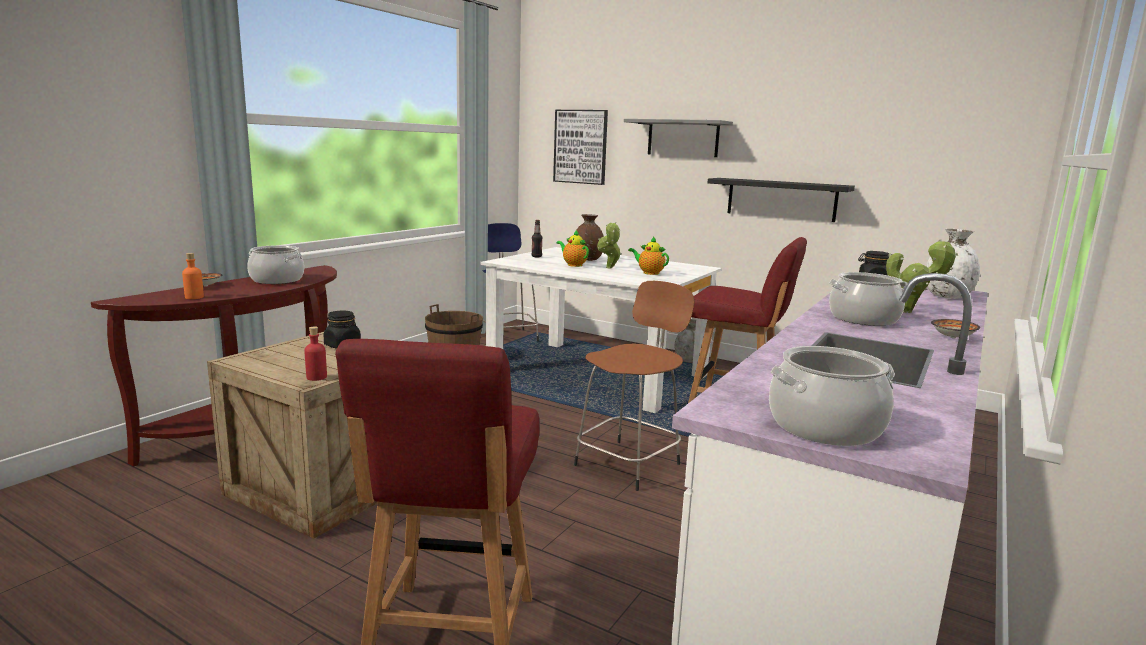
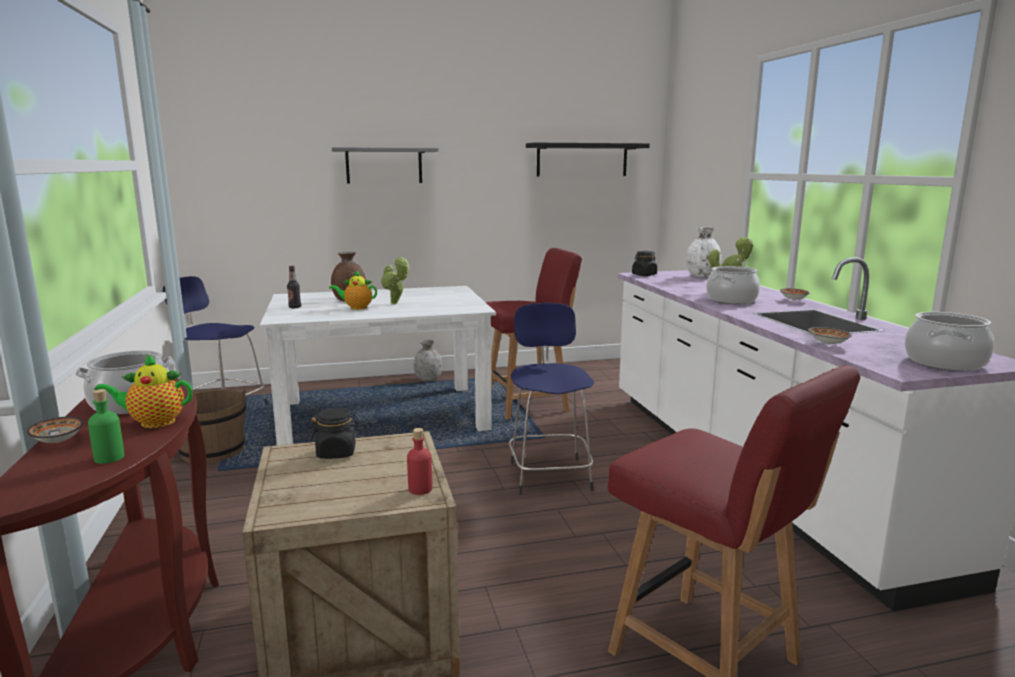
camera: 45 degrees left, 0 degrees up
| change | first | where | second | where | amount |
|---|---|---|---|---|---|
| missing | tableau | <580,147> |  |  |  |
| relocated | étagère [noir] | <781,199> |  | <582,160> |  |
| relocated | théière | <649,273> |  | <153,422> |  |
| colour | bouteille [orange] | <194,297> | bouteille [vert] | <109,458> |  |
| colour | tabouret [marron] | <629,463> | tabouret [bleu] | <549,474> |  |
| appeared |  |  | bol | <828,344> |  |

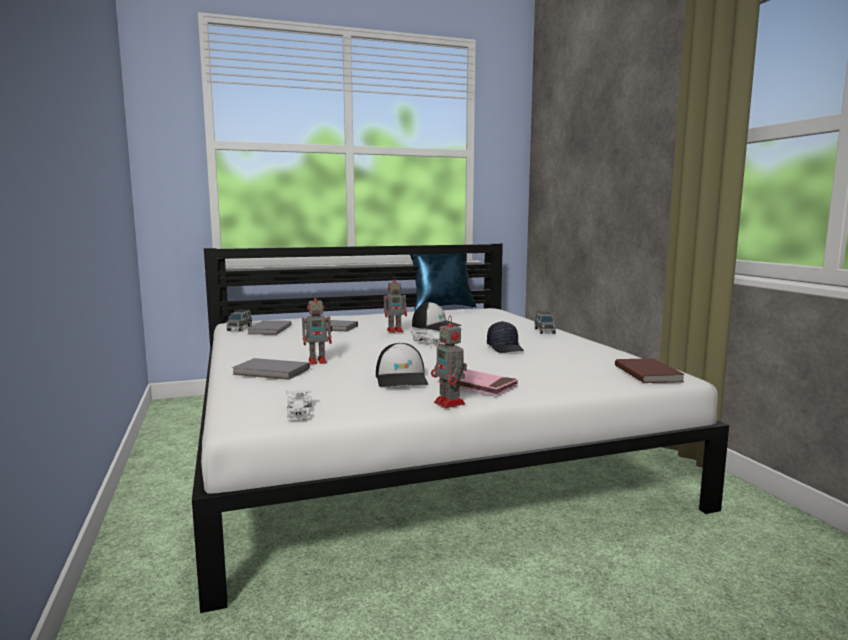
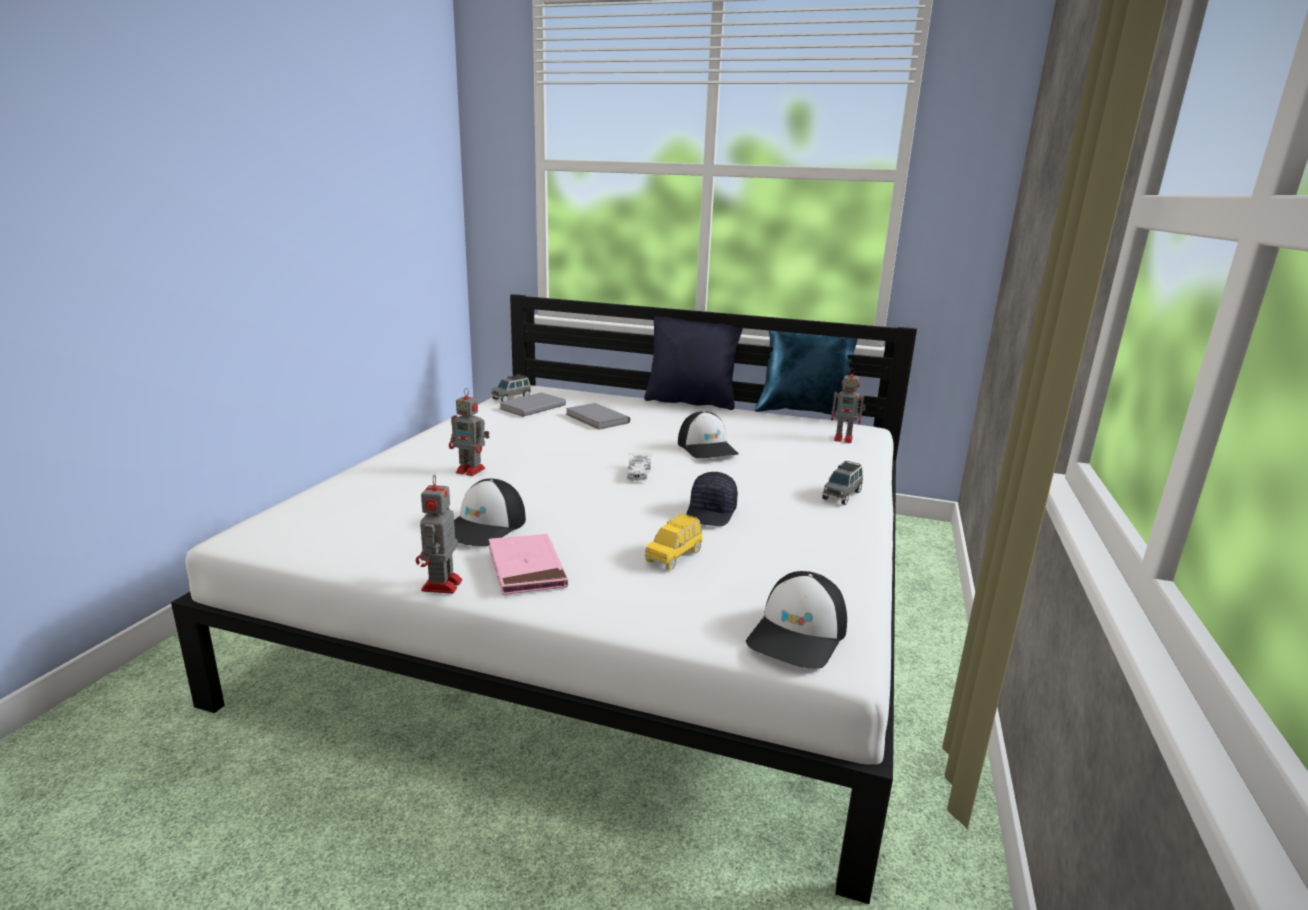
camera: 35 degrees right, 10 degrees up
| change | first | where | second | where | amount |
|---|---|---|---|---|---|
| relocated | robot jouet | <395,331> |  | <844,439> |  |
| missing | livre [gris] | <271,372> |  |  |  |
| exchanged | livre [marron] | <649,373> | casquette | <798,634> |  |
| missing | petite voiture [blanc] | <299,412> |  |  |  |
| appeared |  |  | coussin [noir] | <690,402> |  |
| appeared |  |  | petite voiture [jaune] | <674,556> |  |

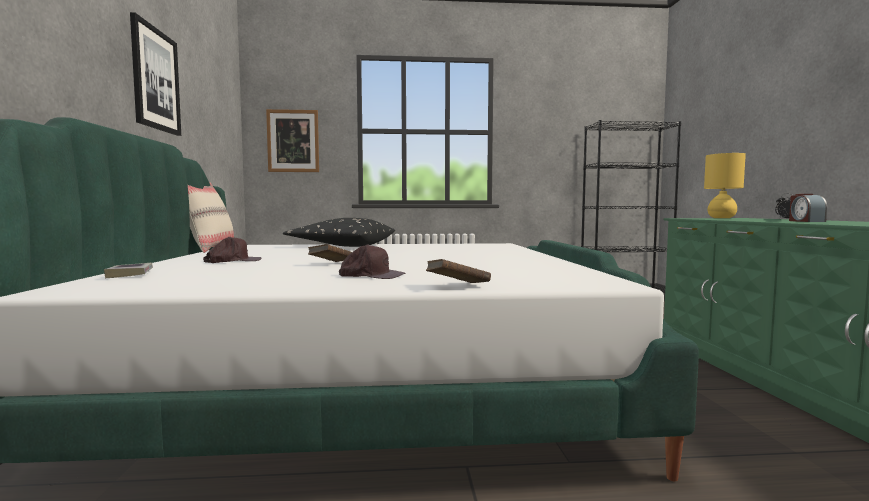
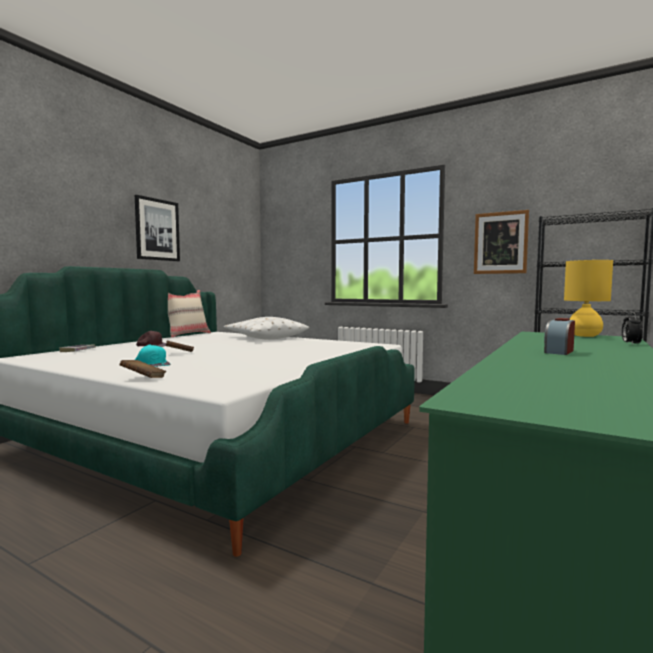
camera: 35 degrees right, 0 degrees up
| change | first | where | second | where | amount |
|---|---|---|---|---|---|
| relocated | tableau | <293,141> |  | <500,243> |  |
| colour | coussin [noir] | <342,246> | coussin [blanc] | <265,337> |  |
| colour | casquette [marron] | <371,275> | casquette [turquoise] | <152,364> |  |

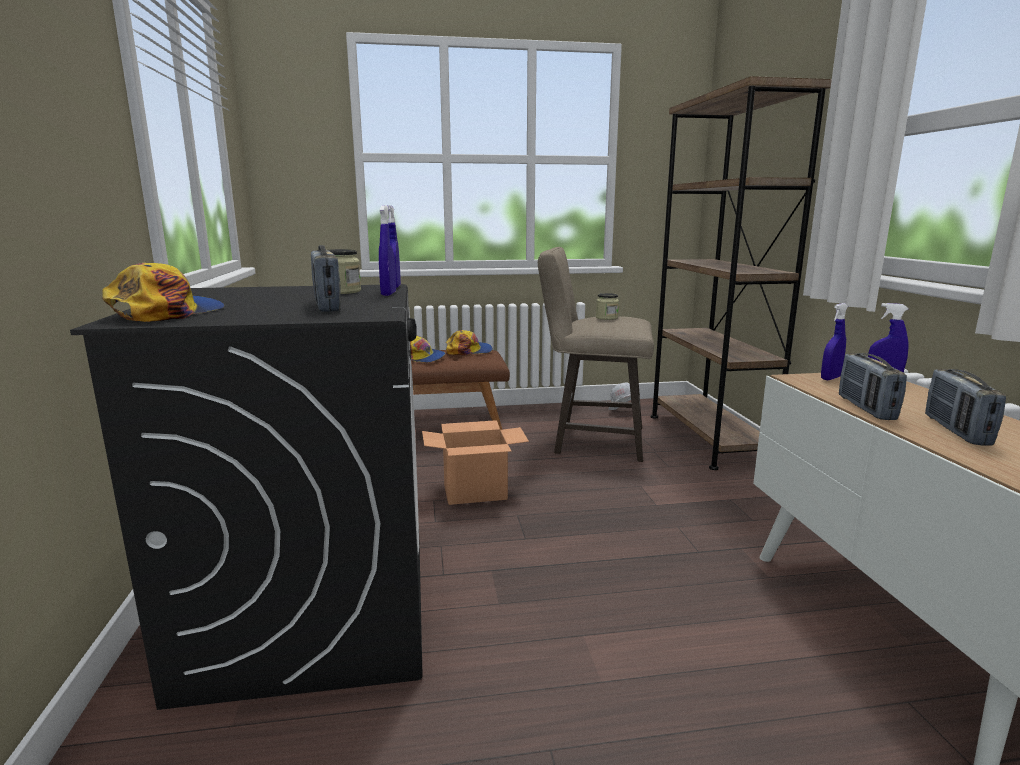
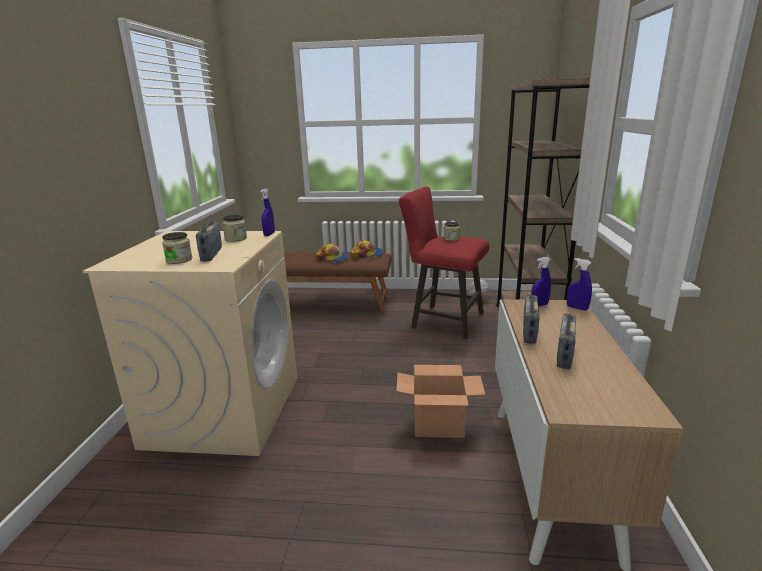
camera: 15 degrees right, 5 degrees up
| change | first | where | second | where | amount |
|---|---|---|---|---|---|
| missing | vaporisateur [bleu] | <388,294> |  |  |  |
| colour | tabouret [beige] | <591,440> | tabouret [rouge] | <442,320> |  |
| missing | casquette | <167,313> |  |  |  |
| colour | lave-linge [noir] | <313,608> | lave-linge [beige] | <224,410> |  |
| relocated | carton | <476,492> |  | <439,425> |  |
| appeared |  |  | bocal | <179,260> |  |

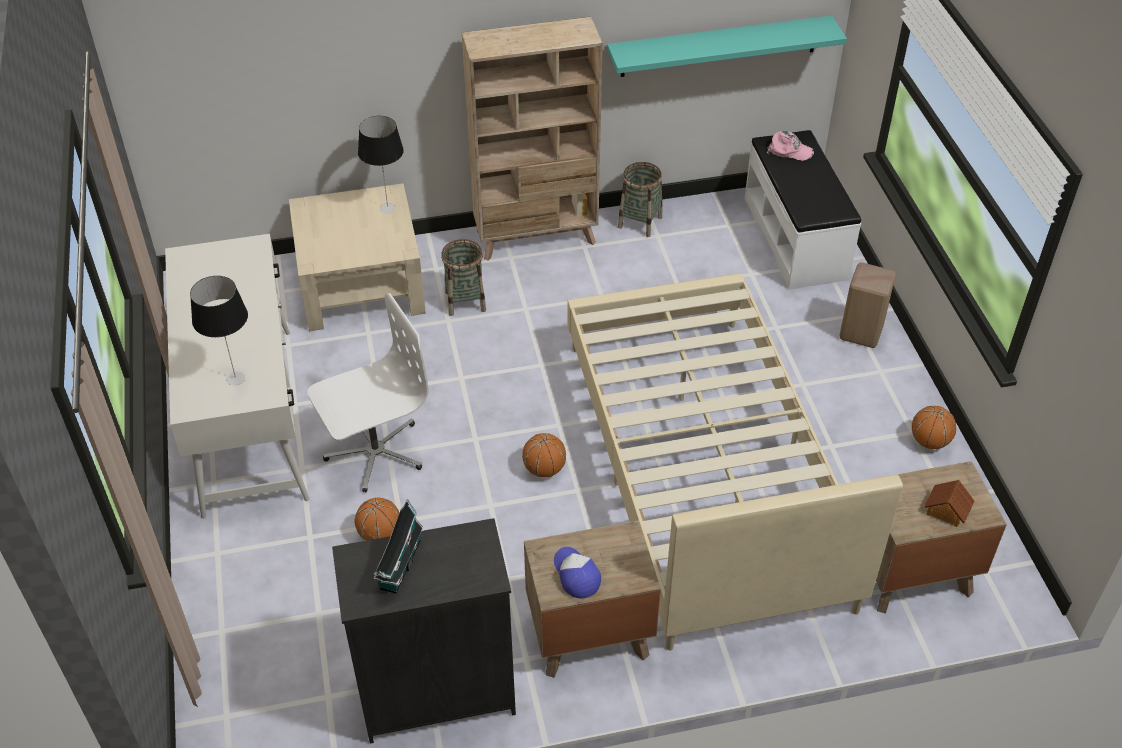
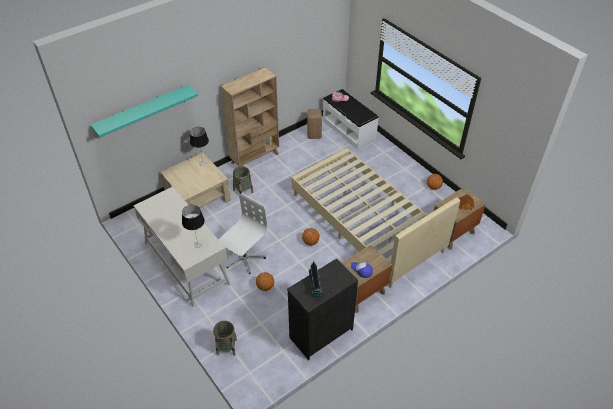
camera: 25 degrees left, 0 degrees up
| change | first | where | second | where | amount |
|---|---|---|---|---|---|
| relocated | étagère [turquoise] | <719,46> |  | <142,111> |  |
| relocated | panier | <640,222> |  | <226,347> |  |
| relocated | tabouret [beige] | <861,333> |  | <314,135> |  |

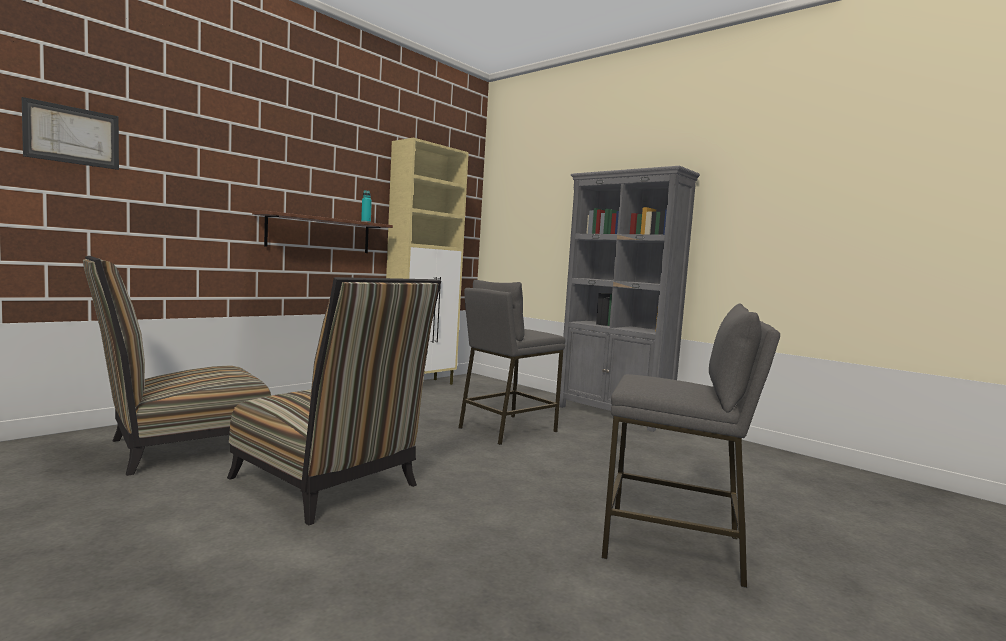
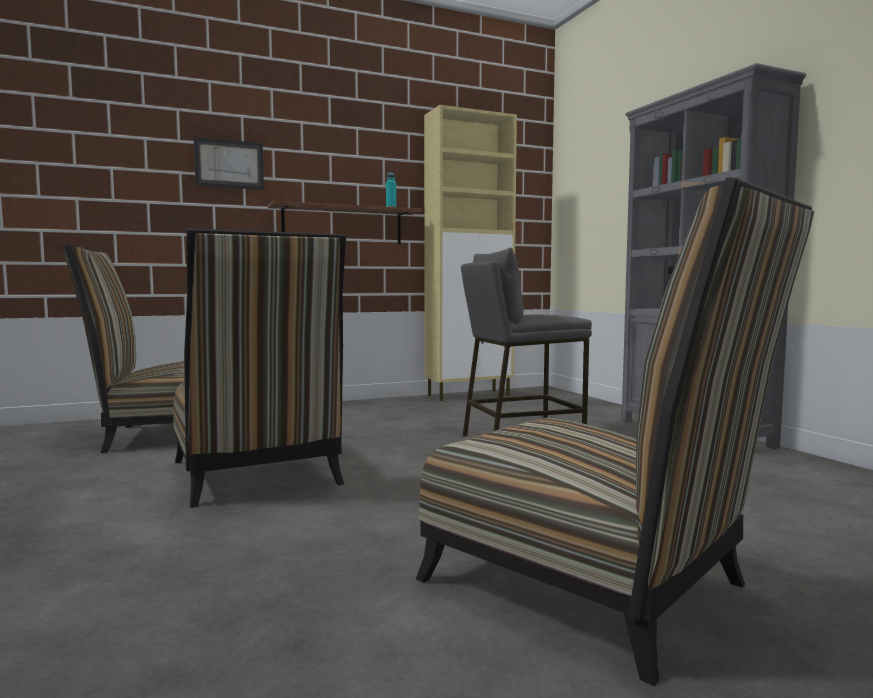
camera: 25 degrees right, 0 degrees up
| change | first | where | second | where | amount |
|---|---|---|---|---|---|
| relocated | tableau | <72,135> |  | <229,164> |  |
| exchanged | tabouret [gris] | <673,547> | chaise | <599,589> |  |

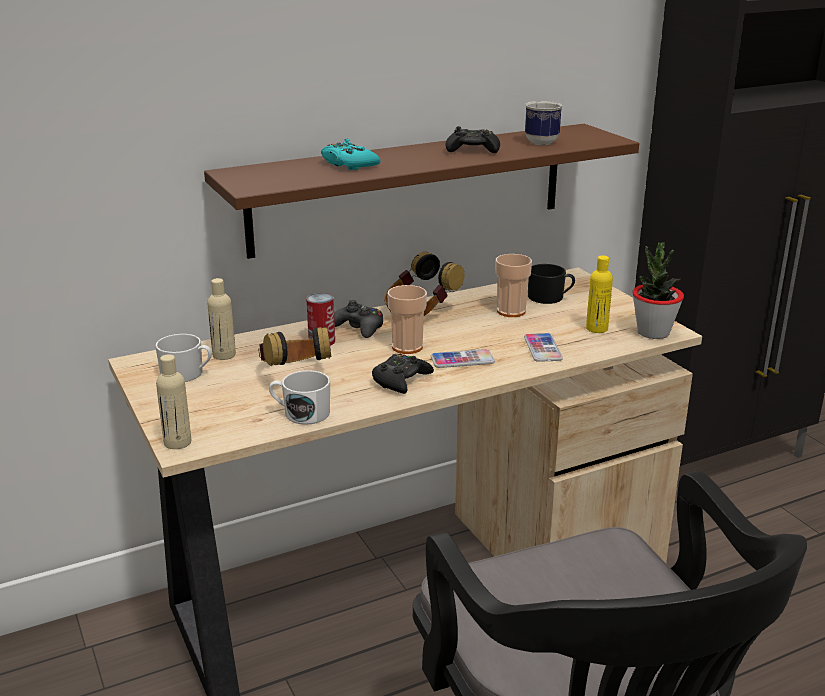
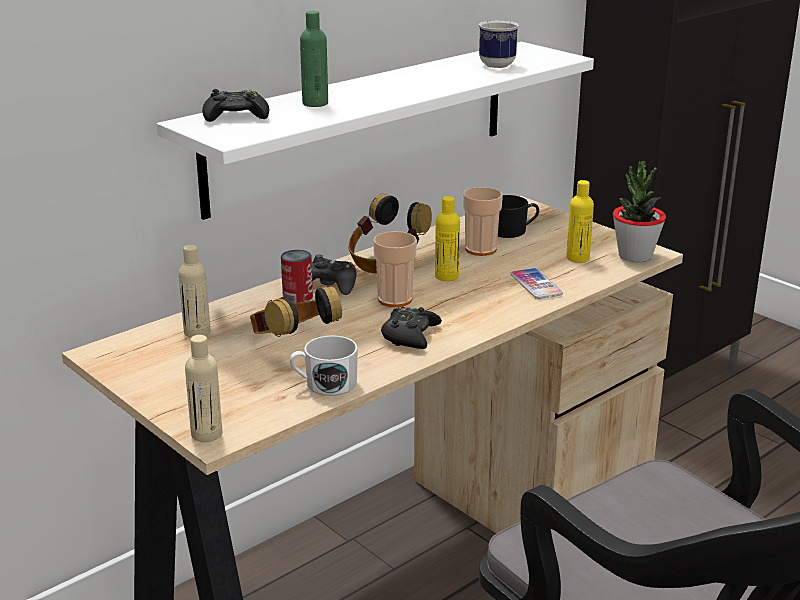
camera: 15 degrees left, 0 degrees up
| change | first | where | second | where | amount |
|---|---|---|---|---|---|
| colour | étagère [marron] | <410,188> | étagère [blanc] | <361,125> |  |
| relocated | manette [noir] | <472,150> |  | <236,116> |  |
| exchanged | manette [turquoise] | <348,164> | bouteille [vert] | <315,103> |  |
| missing | mug [blanc] | <187,374> |  |  |  |
| missing | téléphone | <462,360> |  |  |  |
| appeared |  |  | bouteille [jaune] | <446,276> |  |

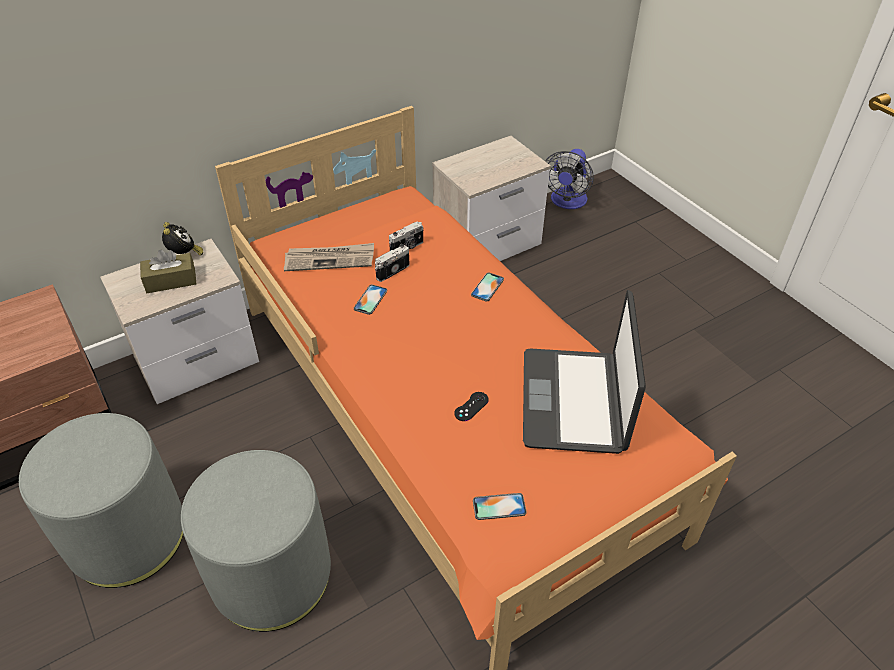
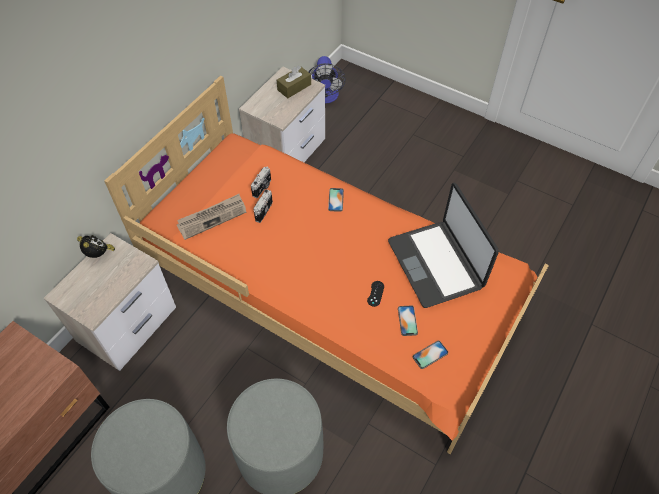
camera: 25 degrees left, 10 degrees up
| change | first | where | second | where | amount |
|---|---|---|---|---|---|
| relocated | boîte à mouchoirs [marron] | <171,281> |  | <294,87> |  |
| relocated | téléphone | <370,300> |  | <407,320> |  |

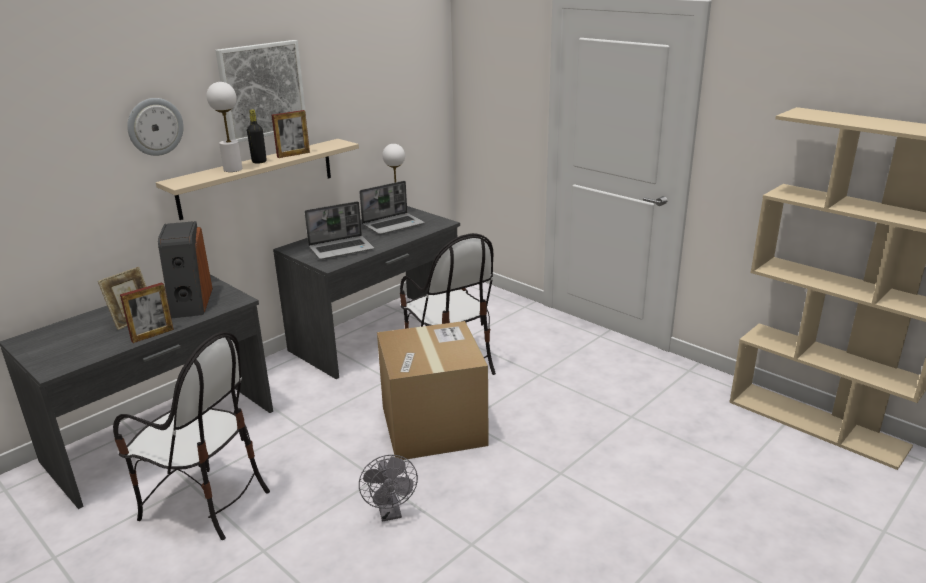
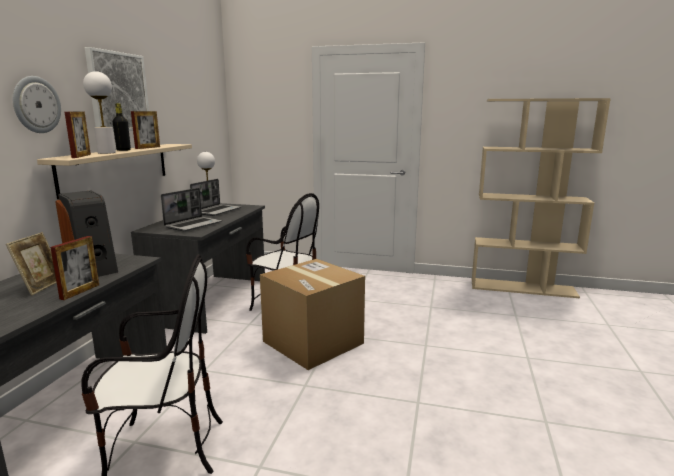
camera: 30 degrees left, 10 degrees down
| change | first | where | second | where | amount |
|---|---|---|---|---|---|
| missing | ventilateur [gris] | <390,513> |  |  |  |
| appeared |  |  | cadre photo | <81,156> |  |

